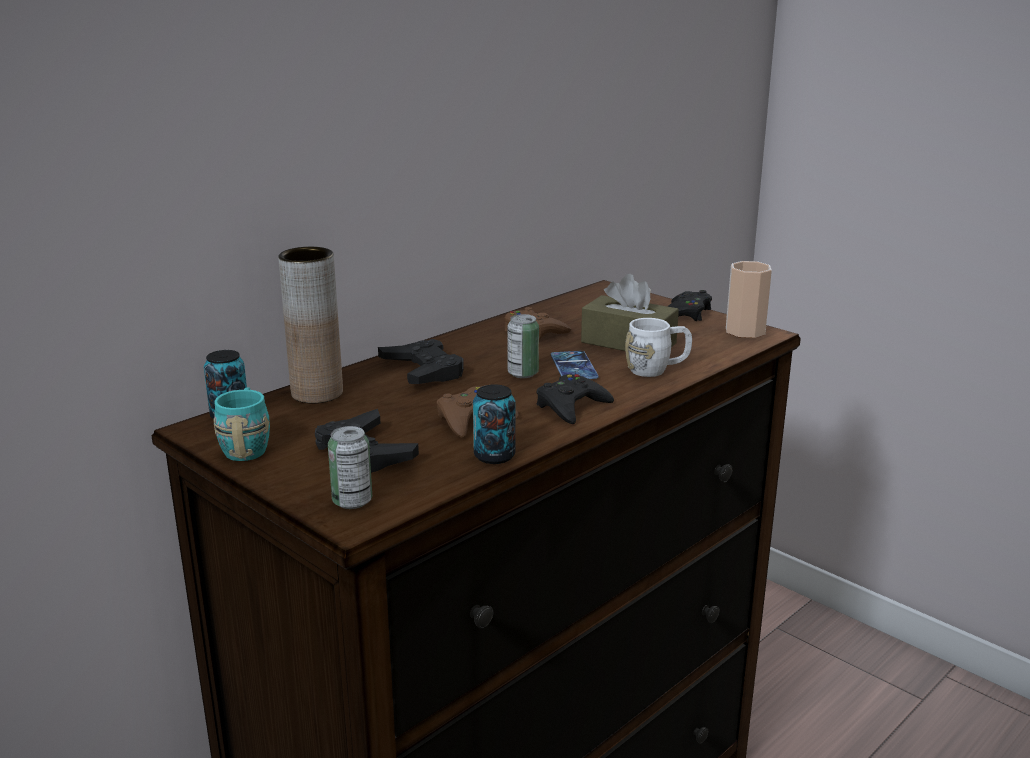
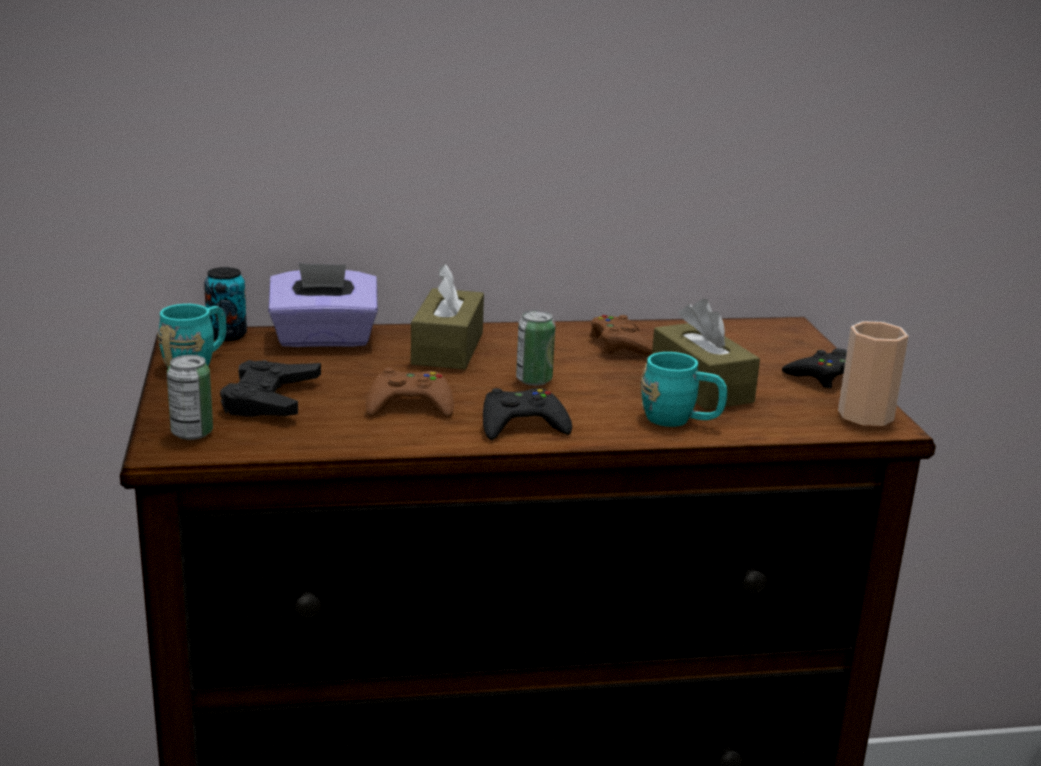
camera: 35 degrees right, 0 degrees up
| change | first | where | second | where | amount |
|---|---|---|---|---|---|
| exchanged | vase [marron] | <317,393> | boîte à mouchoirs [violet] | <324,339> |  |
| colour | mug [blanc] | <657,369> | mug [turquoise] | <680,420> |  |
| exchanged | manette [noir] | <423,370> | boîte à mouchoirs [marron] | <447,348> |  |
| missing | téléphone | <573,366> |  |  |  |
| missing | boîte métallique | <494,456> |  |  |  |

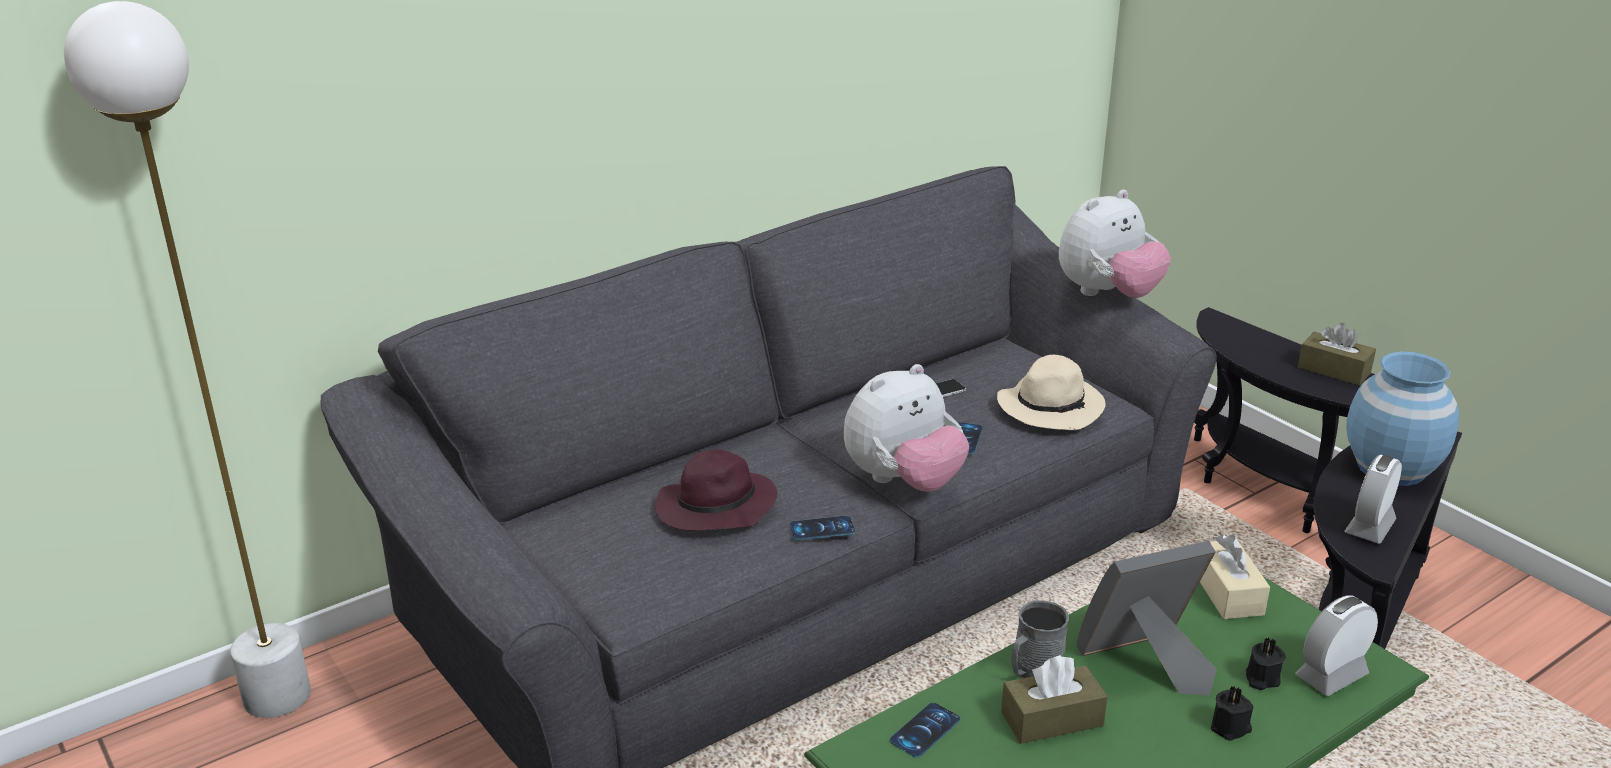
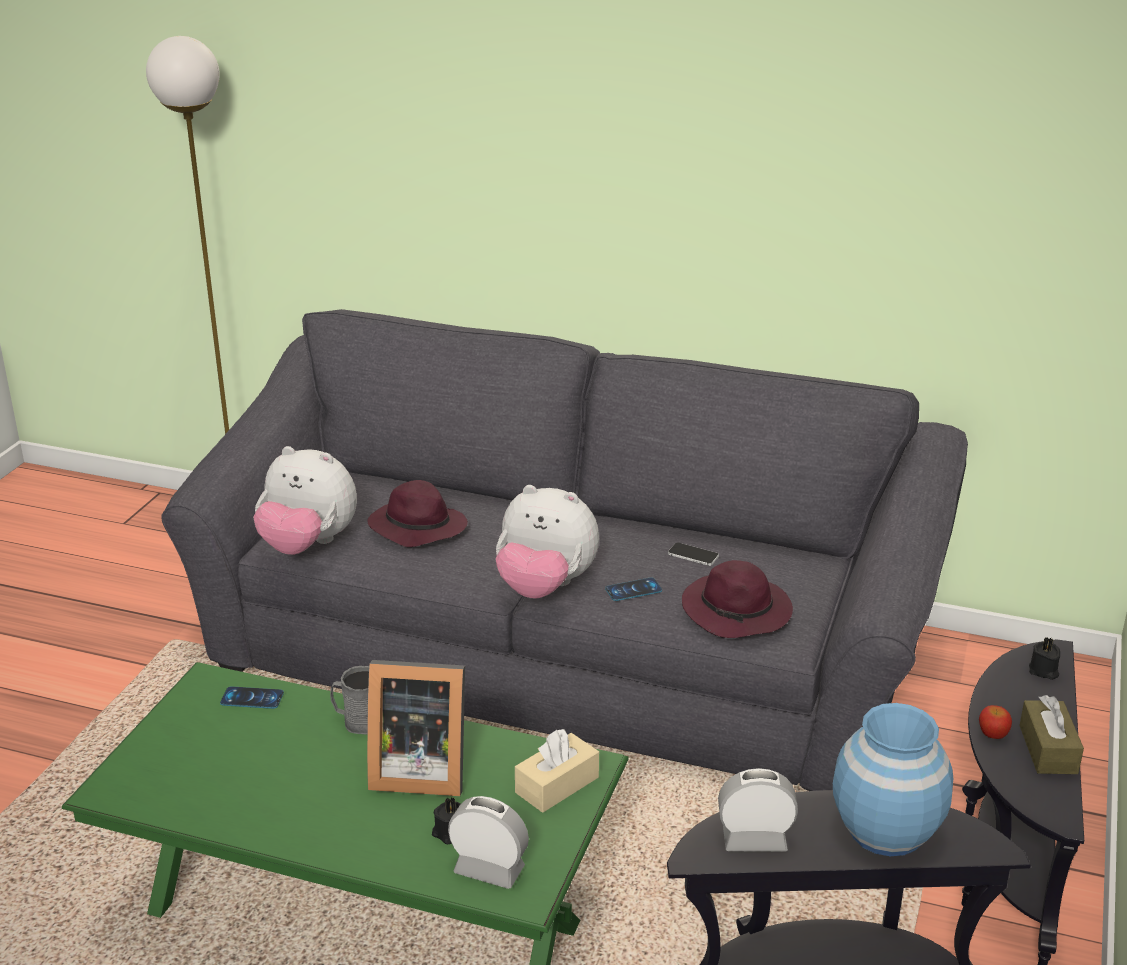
camera: 55 degrees right, 0 degrees up
| change | first | where | second | where | amount |
|---|---|---|---|---|---|
| relocated | peluche | <1108,294> |  | <308,545> |  |
| colour | chapeau [beige] | <1051,407> | chapeau [violet] | <738,612> |  |
| missing | téléphone | <822,529> |  |  |  |
| spun | cadre photo | <1146,663> |  | <417,770> | 150 degrees clockwise |
| missing | boîte à mouchoirs [marron] | <1051,719> |  |  |  |
| relocated | bougie [noir] | <1231,728> |  | <1043,671> |  |
| appeared |  |  | pomme | <992,734> |  |

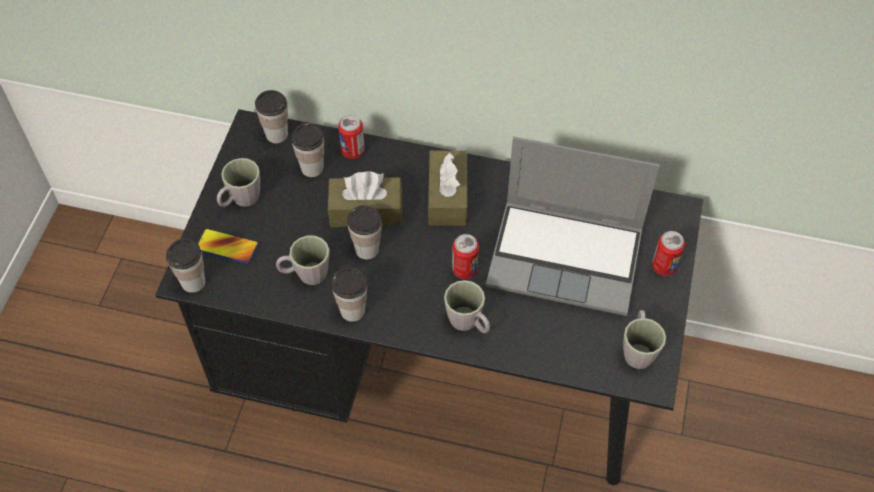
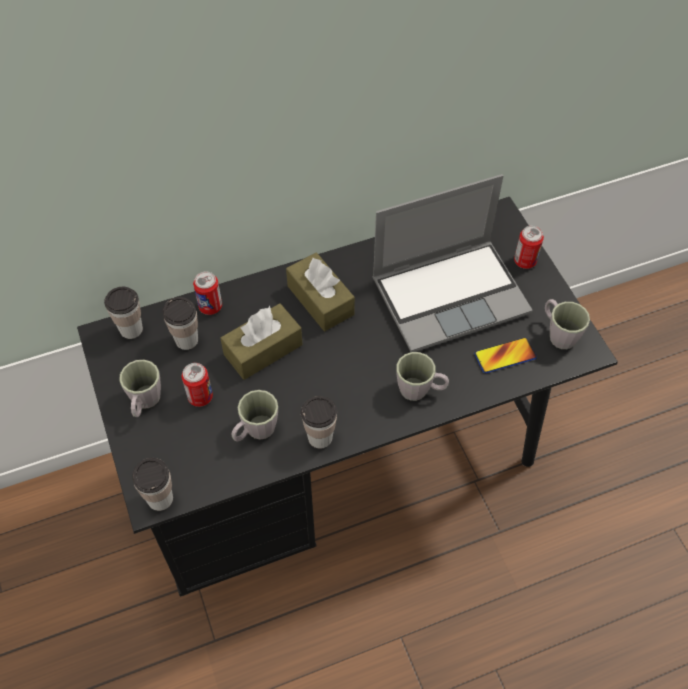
camera: 35 degrees left, 0 degrees up
| change | first | where | second | where | amount |
|---|---|---|---|---|---|
| missing | tasse | <367,249> |  |  |  |
| relocated | téléphone | <227,247> |  | <505,356> |  |
| relocated | boîte métallique | <464,269> |  | <200,397> |  |

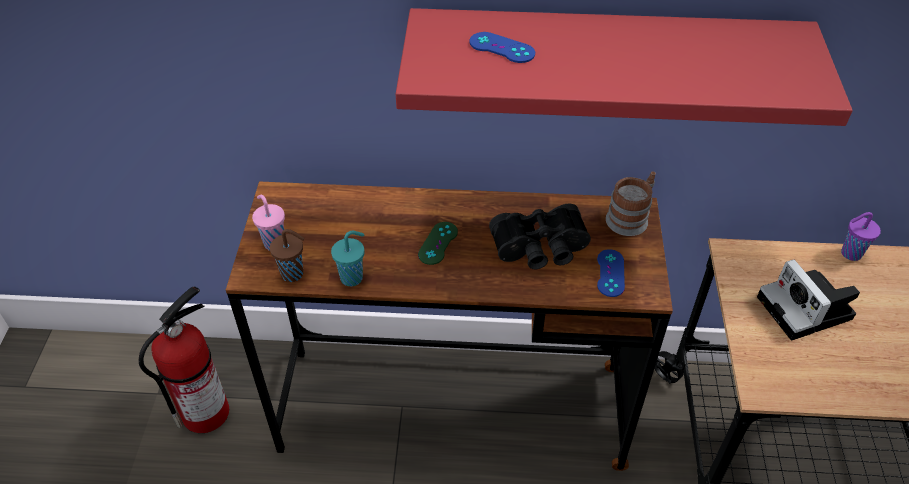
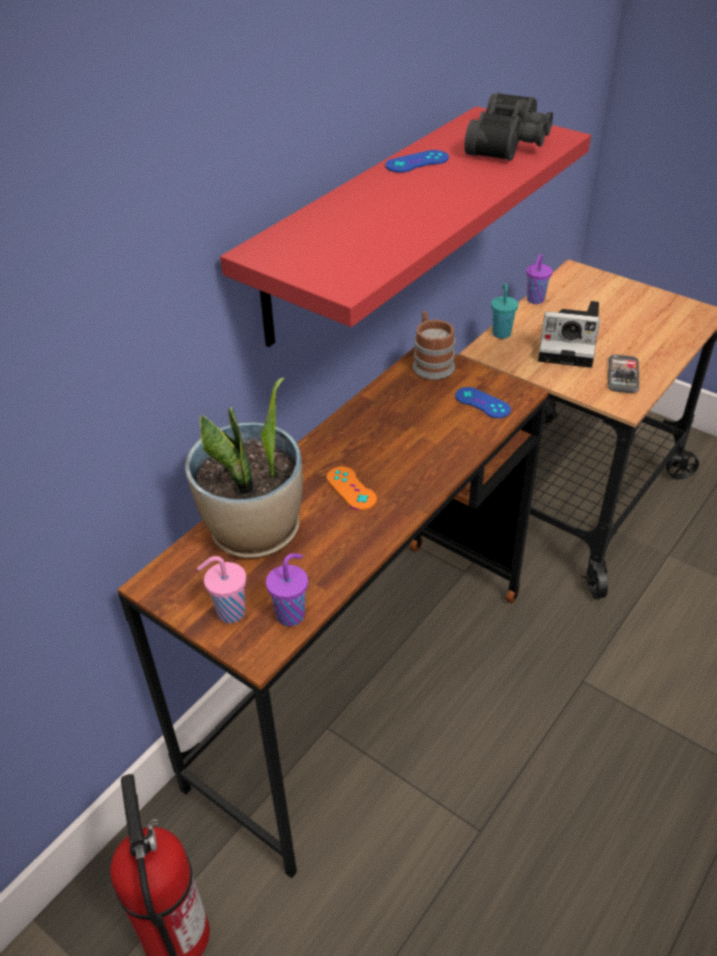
camera: 55 degrees left, 5 degrees down
| change | first | where | second | where | amount |
|---|---|---|---|---|---|
| relocated | manette [bleu] | <502,48> |  | <417,162> |  |
| relocated | jumelles [noir] | <541,249> |  | <511,143> |  |
| colour | manette [vert] | <438,243> | manette [orange] | <351,488> |  |
| colour | tasse [marron] | <294,274> | tasse [violet] | <292,614> |  |
| relocated | tasse [turquoise] | <353,277> |  | <501,333> |  |
| appeared |  |  | téléphone | <623,375> |  |
| appeared |  |  | plante en pot | <255,532> |  |

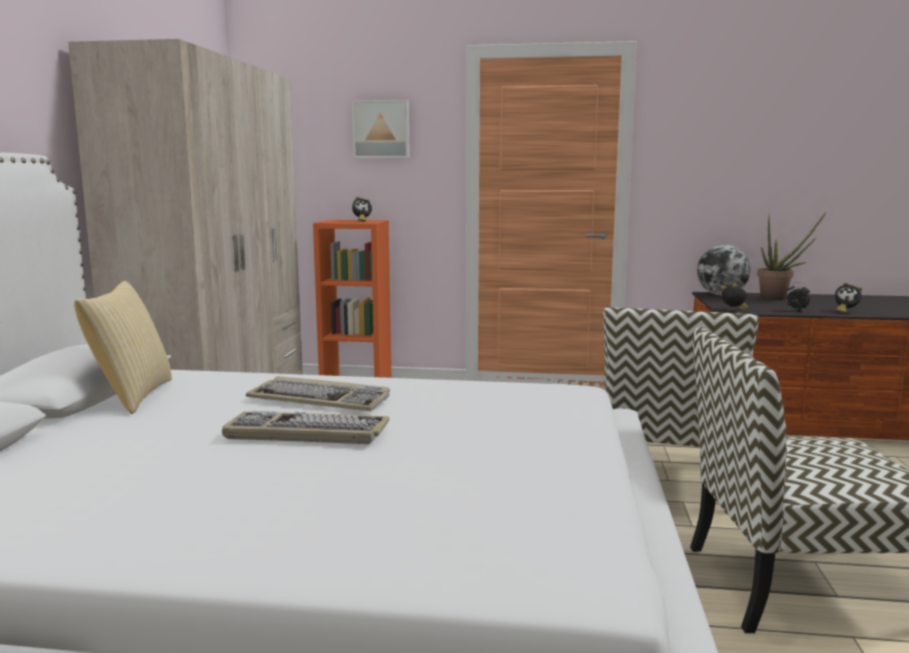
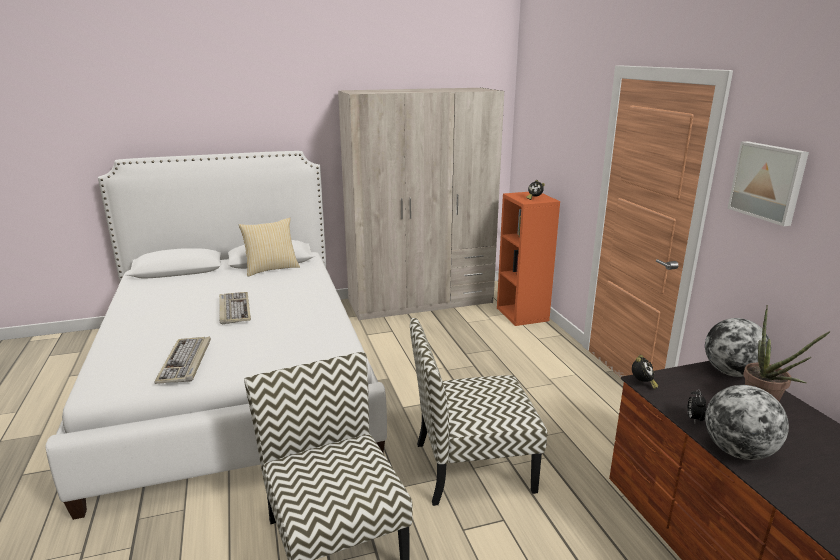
camera: 65 degrees right, 10 degrees up
| change | first | where | second | where | amount |
|---|---|---|---|---|---|
| relocated | tableau | <381,129> |  | <768,182> |  |
| exchanged | réveil | <845,311> | globe | <738,452> |  |
| relocated | clavier | <321,399> |  | <185,362> |  |

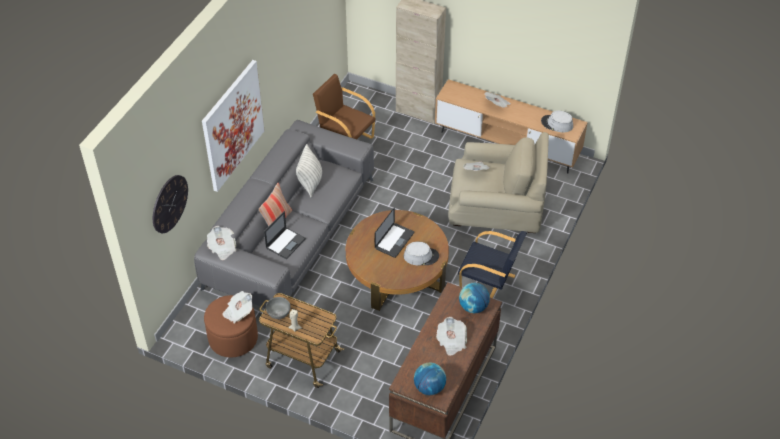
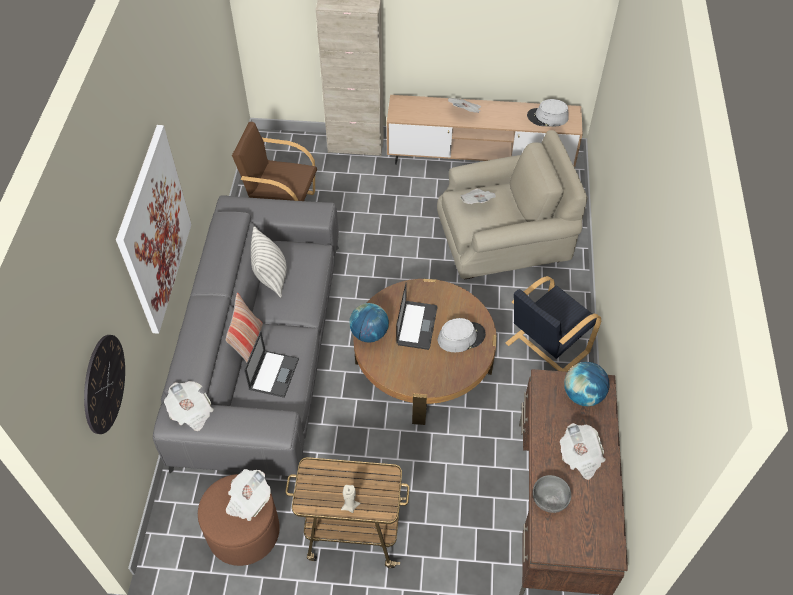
camera: 20 degrees left, 5 degrees up
| change | first | where | second | where | amount |
|---|---|---|---|---|---|
| spun | fauteuil [noir] | <488,287> |  | <545,348> | 135 degrees clockwise |
| relocated | bol [gris] | <278,312> |  | <550,498> |  |
| relocated | globe | <429,387> |  | <369,333> |  |

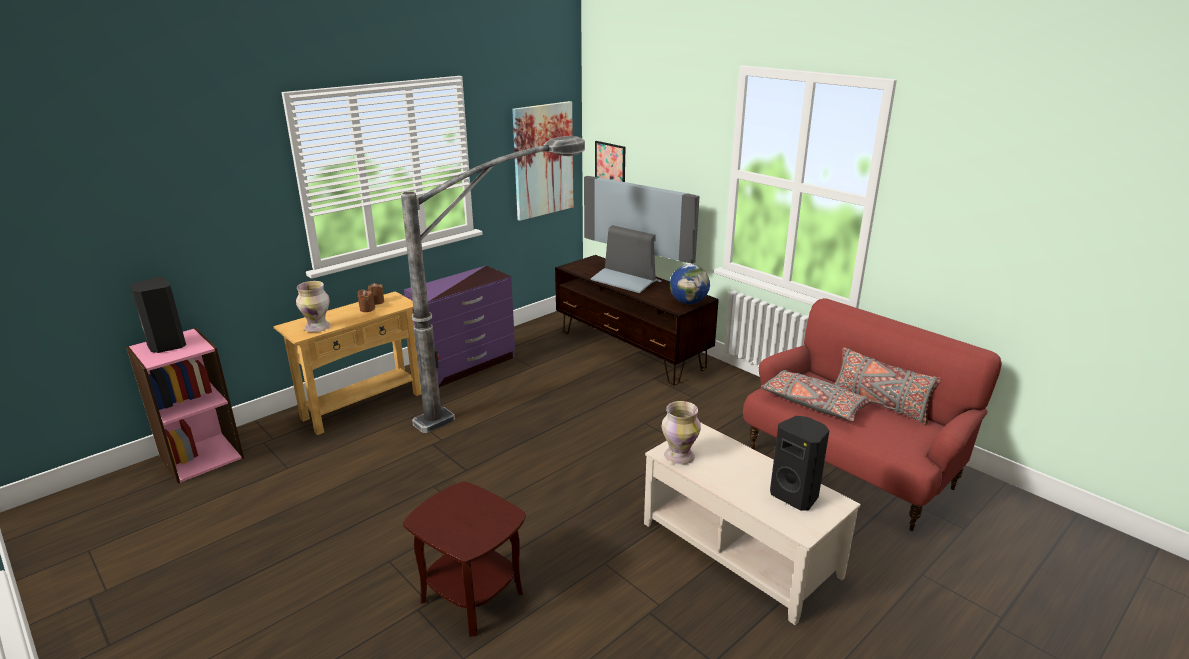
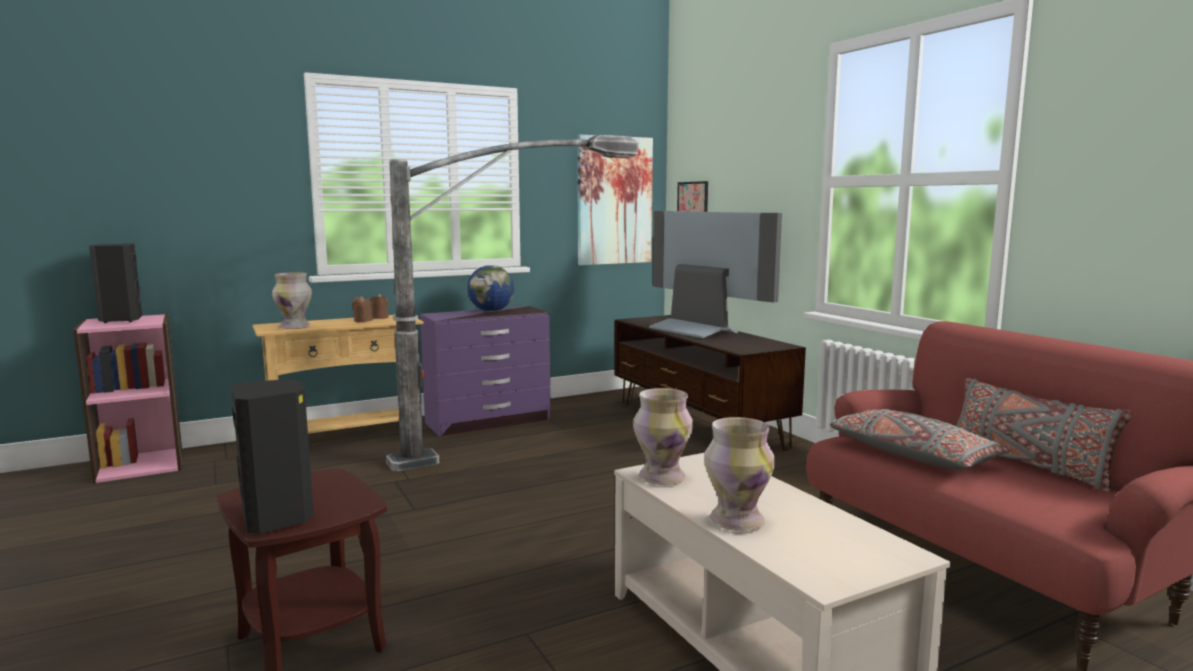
camera: 15 degrees right, 15 degrees down
| change | first | where | second | where | amount |
|---|---|---|---|---|---|
| relocated | globe | <688,302> |  | <491,311> |  |
| relocated | enceinte [noir] | <795,496> |  | <279,518> |  |
| appeared |  |  | vase | <735,521> |  |

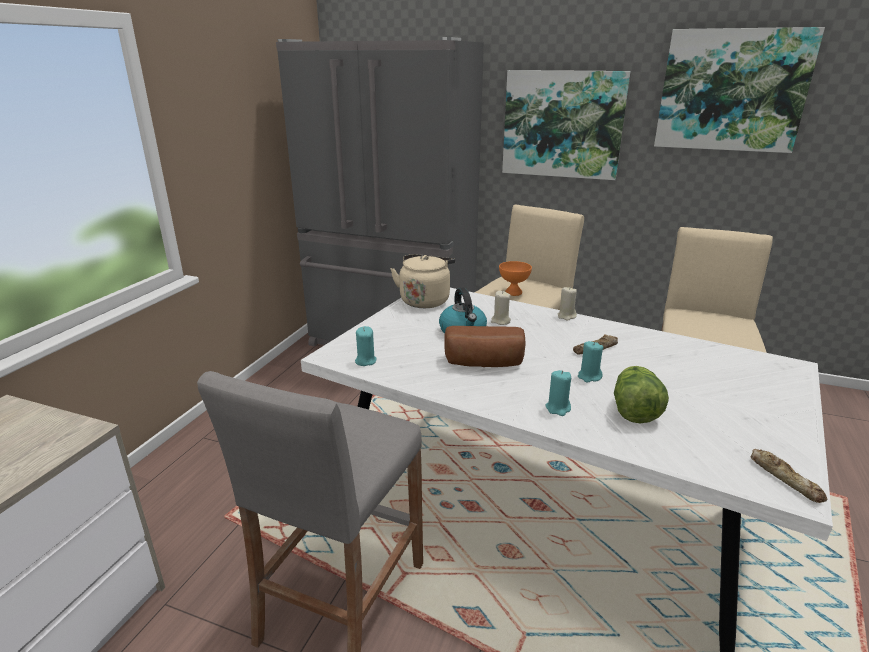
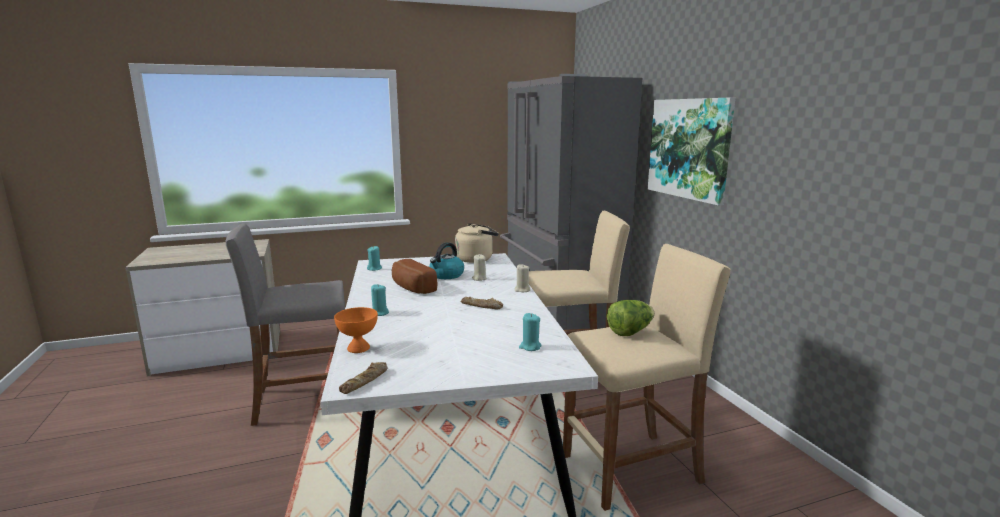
camera: 50 degrees right, 10 degrees down
| change | first | where | second | where | amount |
|---|---|---|---|---|---|
| missing | tableau | <732,91> |  |  |  |
| relocated | bol [orange] | <513,292> |  | <359,348> |  |
| relocated | bougie [turquoise] | <589,376> |  | <530,347> |  |
| relocated | laitue | <634,411> |  | <630,332> |  |

